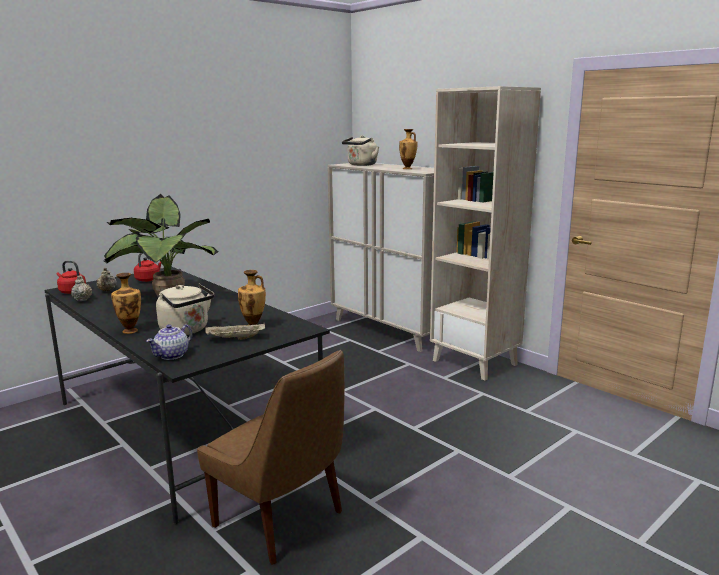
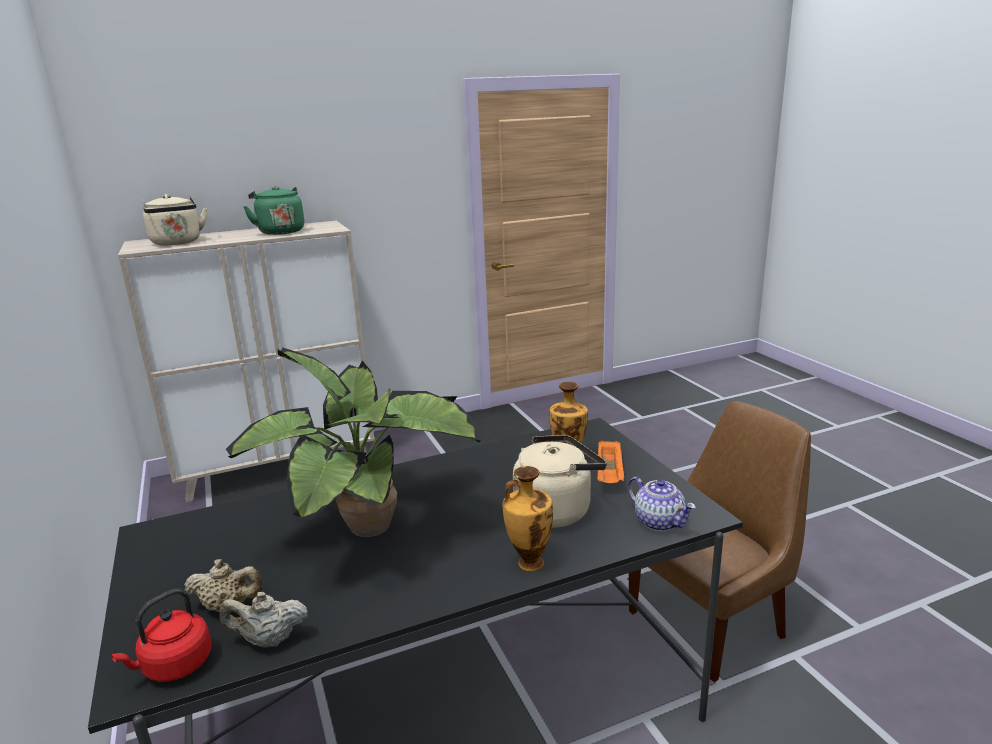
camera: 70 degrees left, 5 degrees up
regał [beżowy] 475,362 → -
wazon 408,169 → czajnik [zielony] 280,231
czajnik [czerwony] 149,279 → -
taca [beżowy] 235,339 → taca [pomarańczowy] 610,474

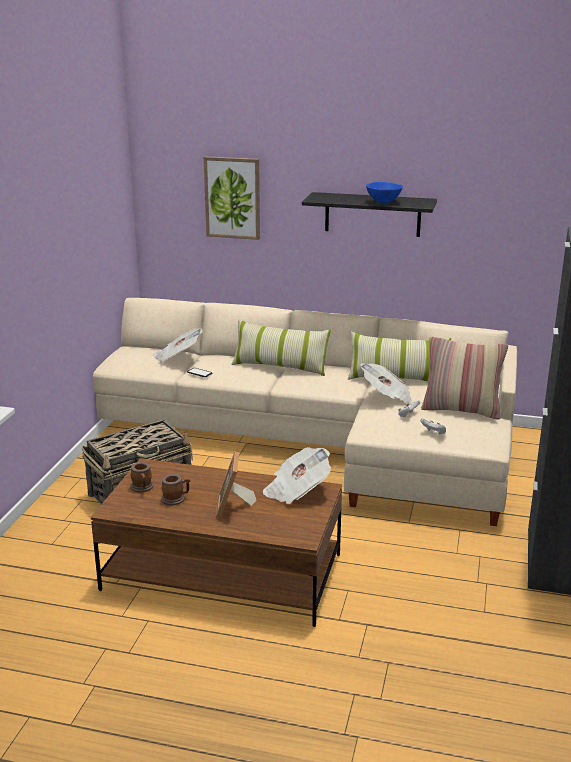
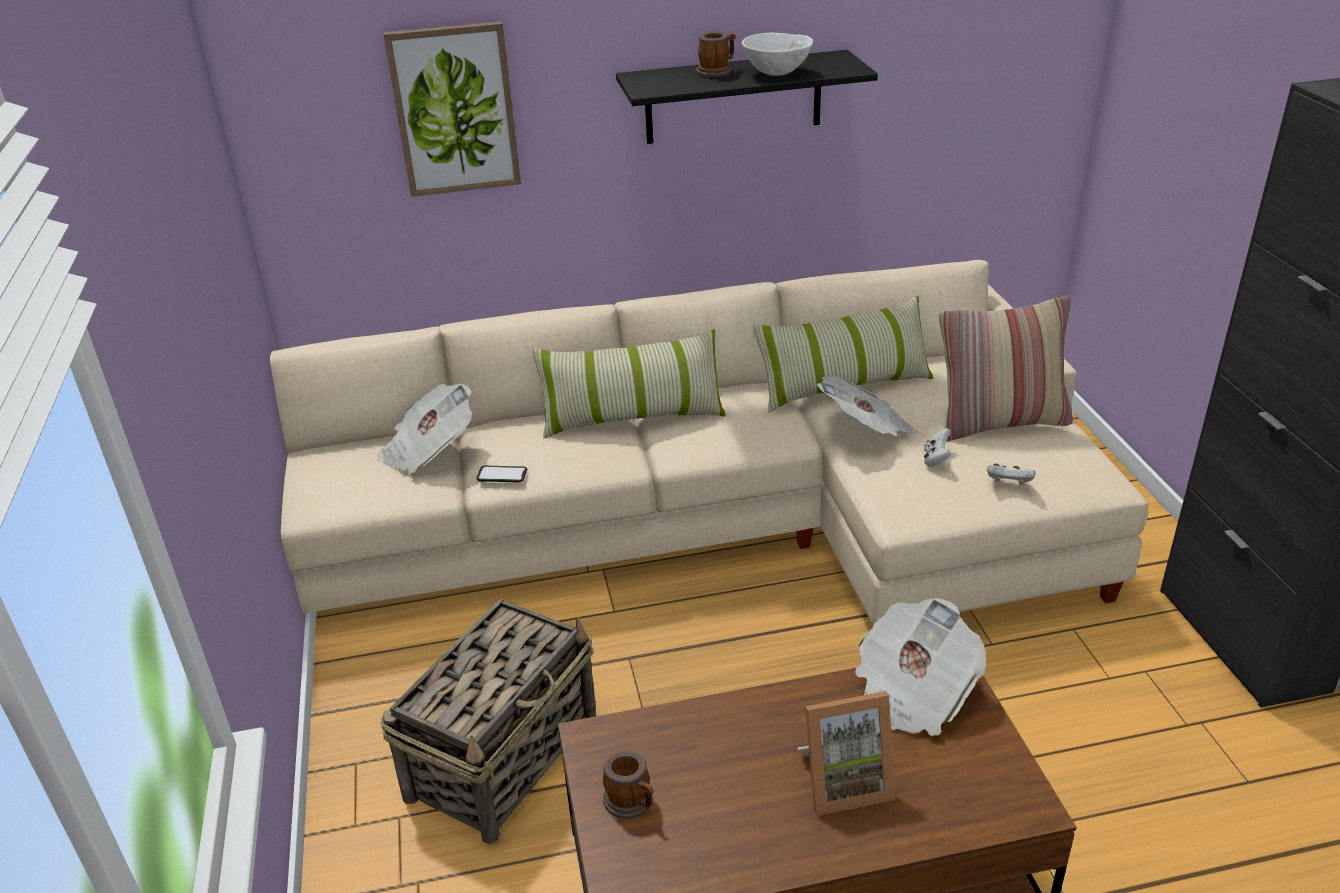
camera: 25 degrees left, 10 degrees up
miska [niebieski] 383,202 → miska [biały] 776,74
ramka na zdjęcie 233,508 → ramka na zdjęcie 844,782, 75 degrees counterclockwise
kubek 176,499 → kubek 717,71, moved

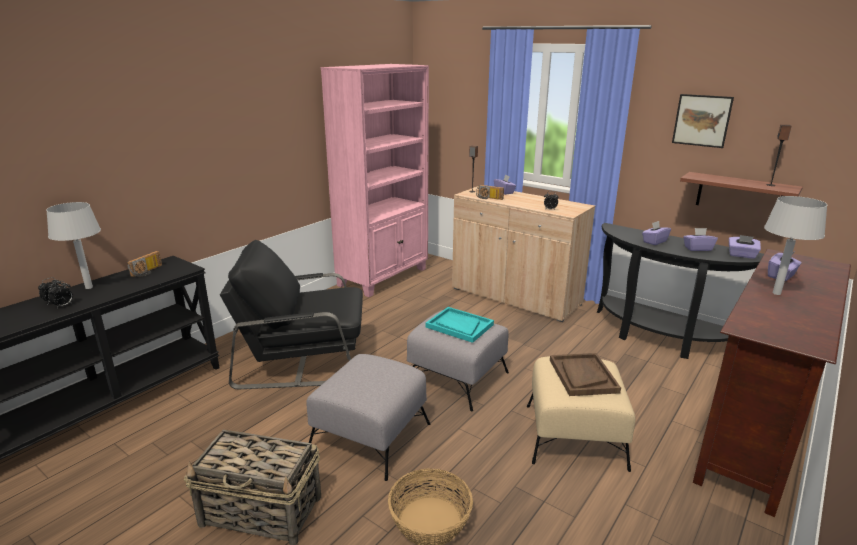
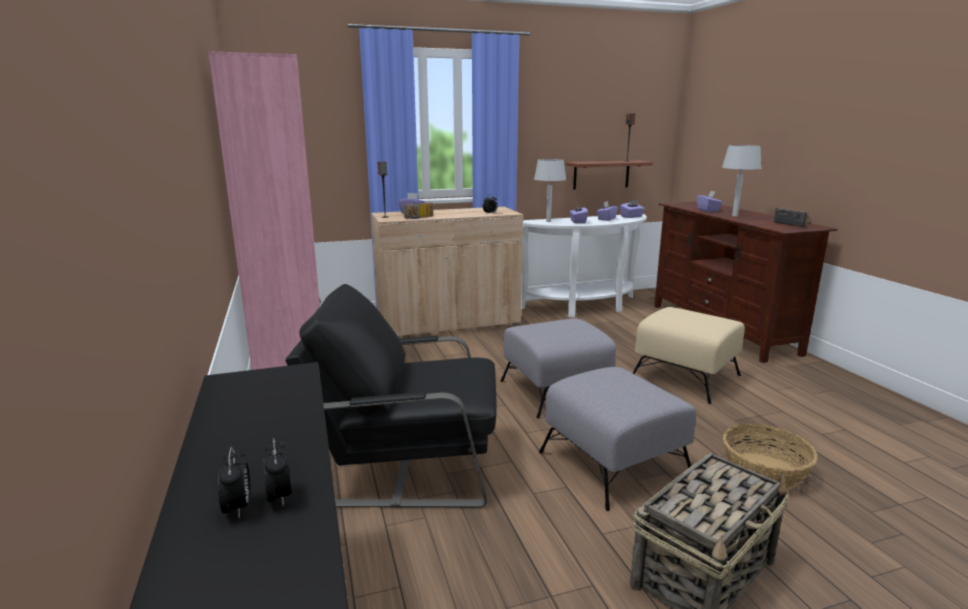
camera: 55 degrees left, 5 degrees down
obraz 701,120 → -
lampa stołowa [szary] 88,287 → lampa stołowa [szary] 548,221, moved
stolik konsolowy [czarny] 659,337 → stolik konsolowy [biały] 585,307
fotel [czarny] 303,359 → fotel [czarny] 405,461, 60 degrees clockwise
radio 148,271 → radio 792,224, moved
taca [turkusowy] 459,326 → -
taca [brązowy] 583,376 → -

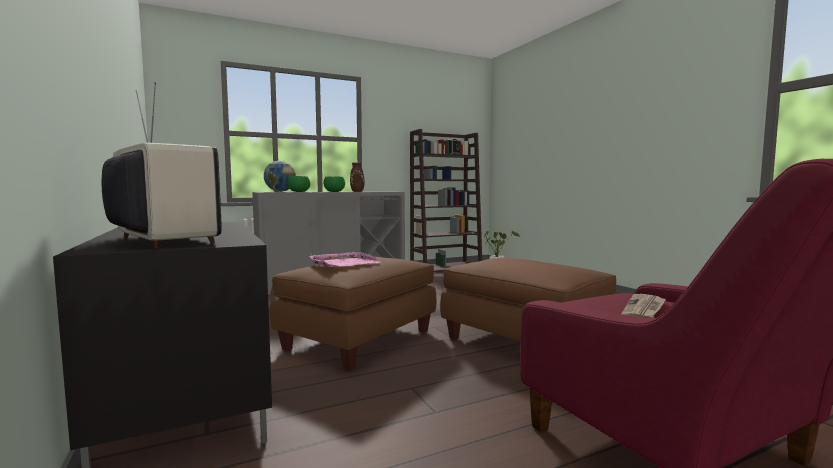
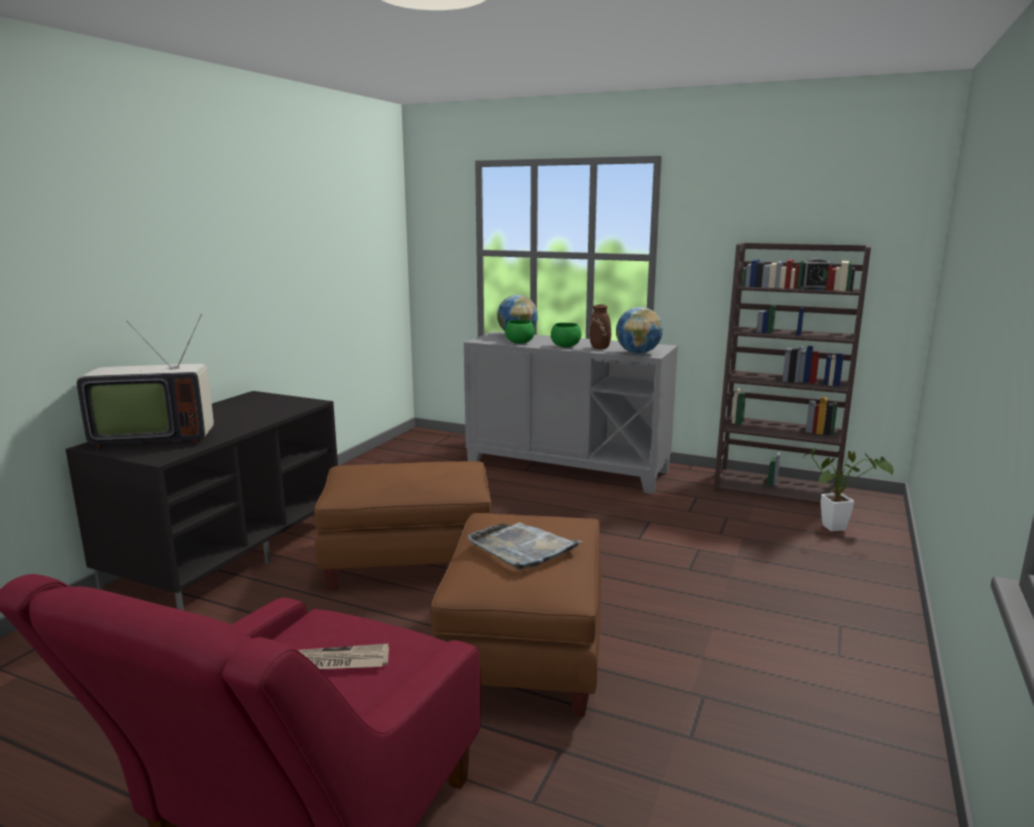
camera: 50 degrees right, 10 degrees up
telewizor 159,241 → telewizor 153,438, 75 degrees clockwise
taca [różowy] 344,263 → -
- → globus 638,353
- → taca [szary] 522,548

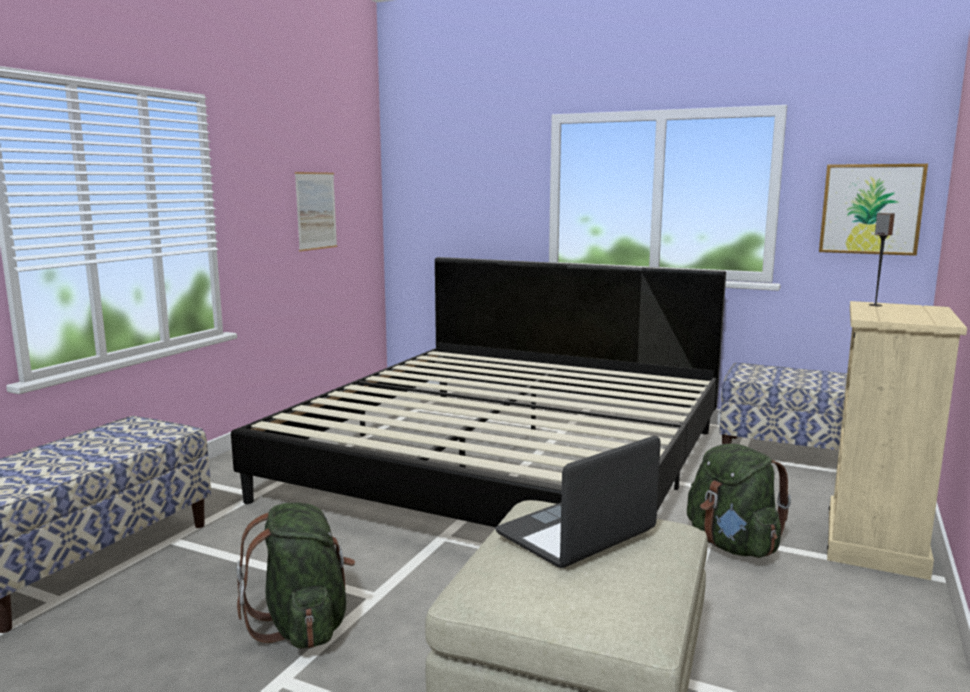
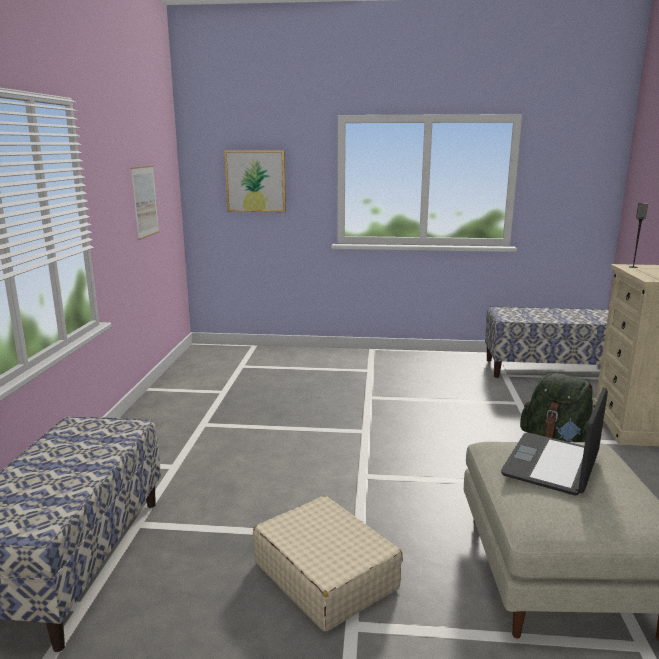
camera: 20 degrees left, 5 degrees up
obraz 871,209 → obraz 255,181, moved
łóżko 505,463 → -
plecak [zielony] 303,625 → walizka [beżowy] 325,575

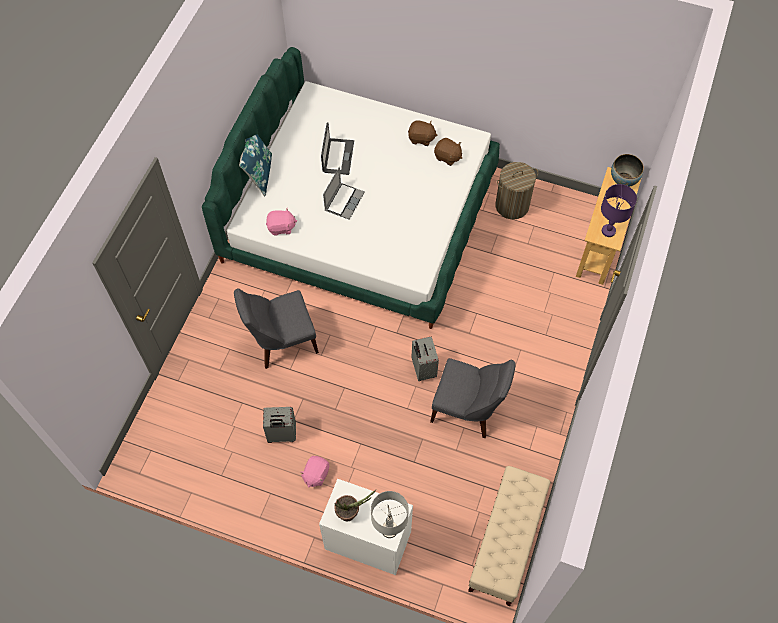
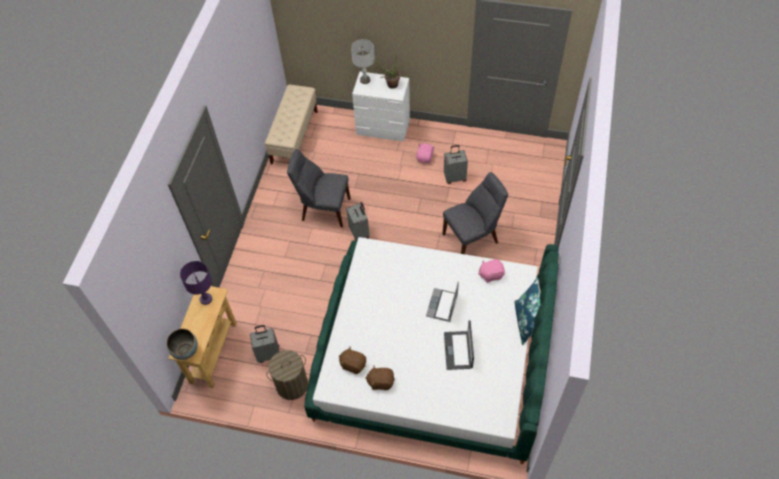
camera: 175 degrees right, 5 degrees down
- → walizka [szary] 268,353

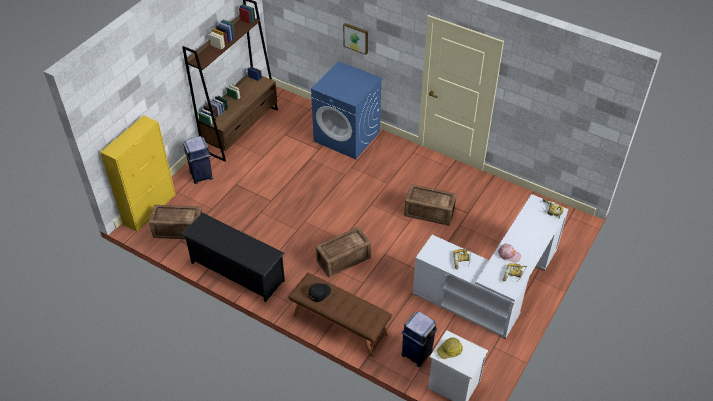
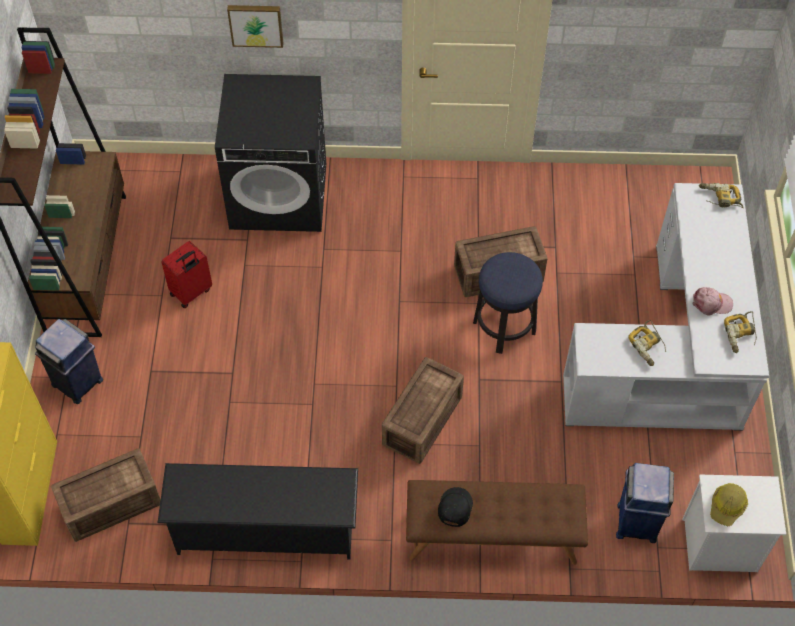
camera: 30 degrees left, 10 degrees up
pralka [niebieski] 347,136 → pralka [czarny] 279,195
- → walizka [czerwony] 191,292
- → stołek 504,327

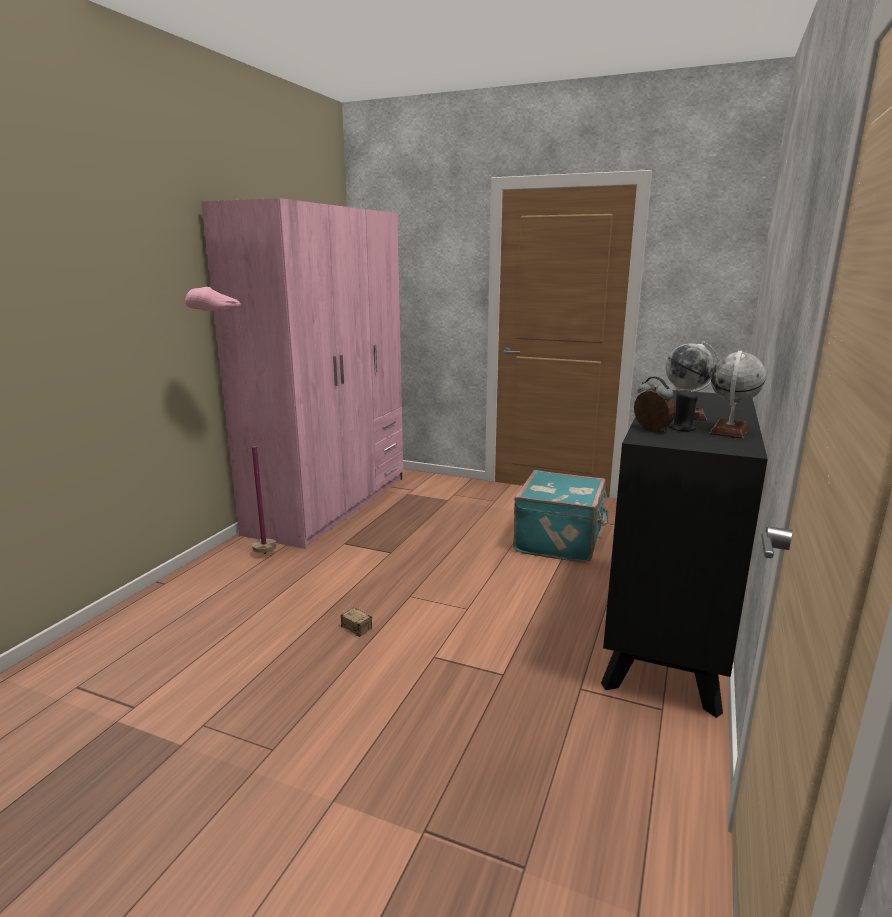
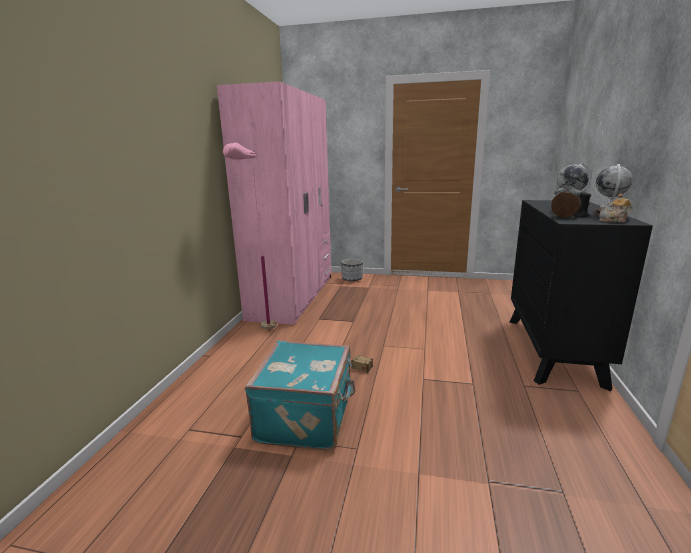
camera: 10 degrees left, 0 degrees up
walizka [turkusowy] 560,541 → walizka [turkusowy] 307,417, moved
- → imbryk 614,221
- → donica 352,279

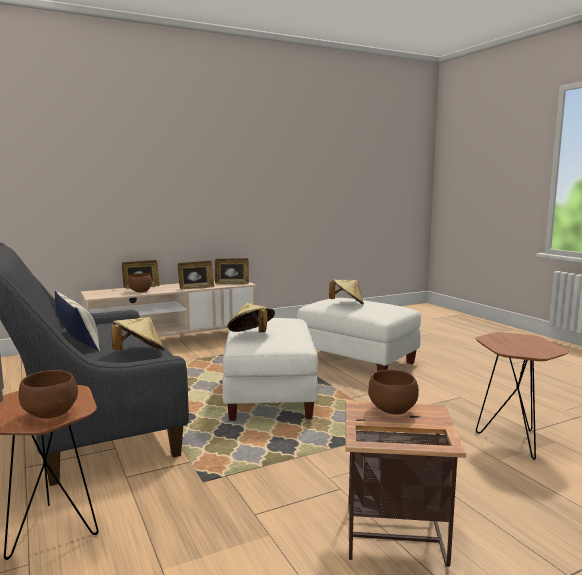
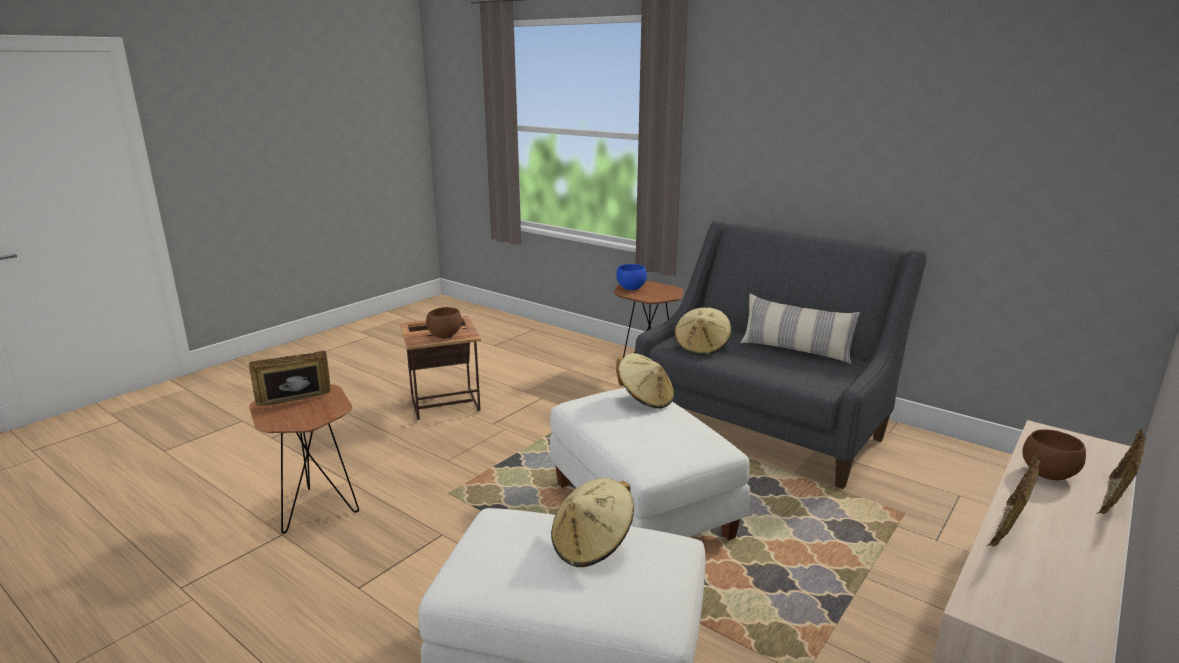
camera: 155 degrees right, 10 degrees up
ramka na zdjęcie 232,283 → ramka na zdjęcie 295,403, moved
miska [brązowy] 52,414 → miska [niebieski] 630,288

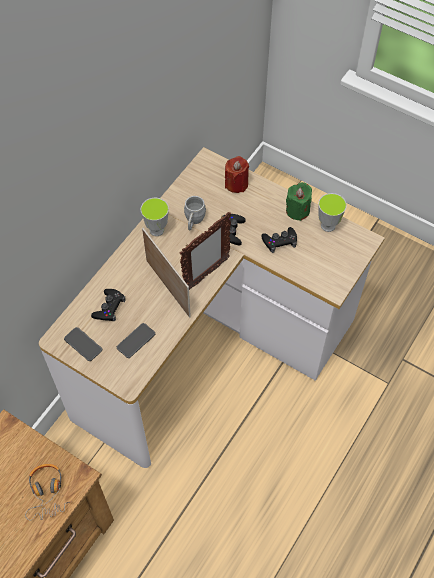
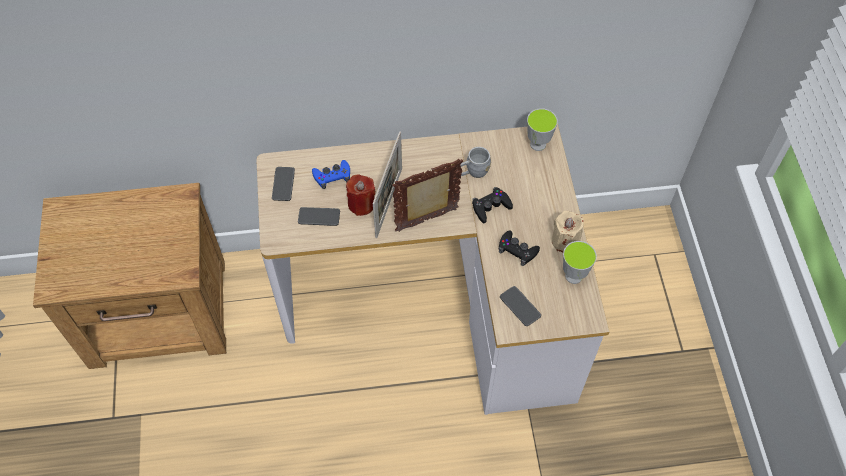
camera: 50 degrees right, 0 degrees up
świeca [czerwony] 236,184 → świeca [czerwony] 361,204, moved
świeca [zielony] 297,210 → świeca [beżowy] 565,241
filiżanka 156,230 → filiżanka 538,144, moved
ramka na zdjęcie 206,275 → ramka na zdjęcie 427,220, 150 degrees clockwise
pad do gier [czarny] 109,307 → pad do gier [niebieski] 332,176
słuchawki 47,493 → -
- → telefon 520,306

